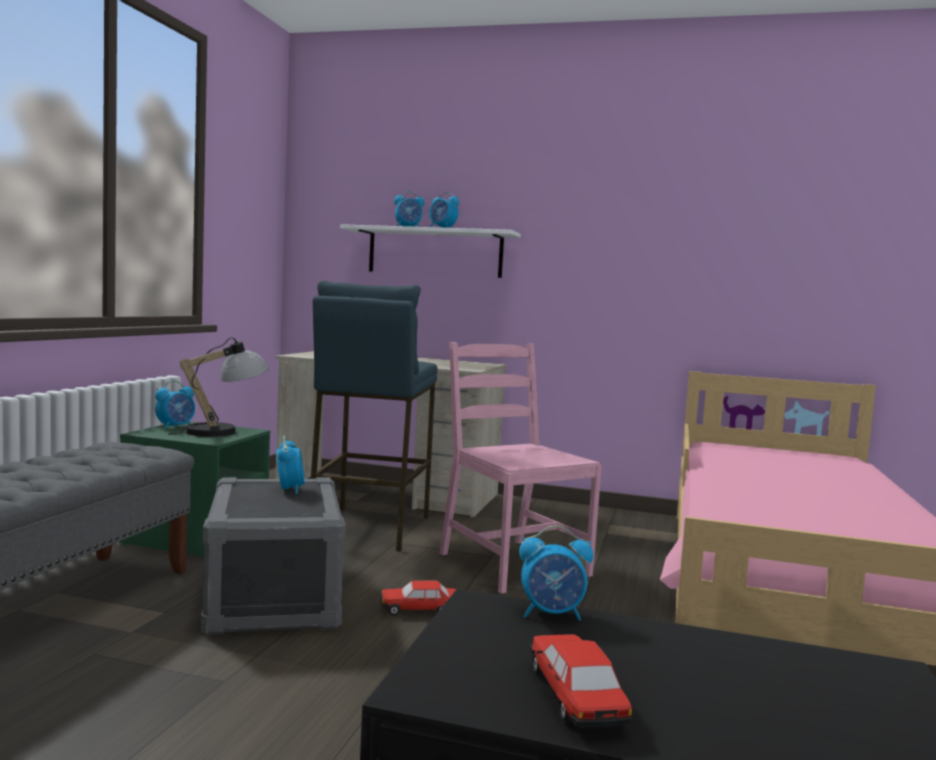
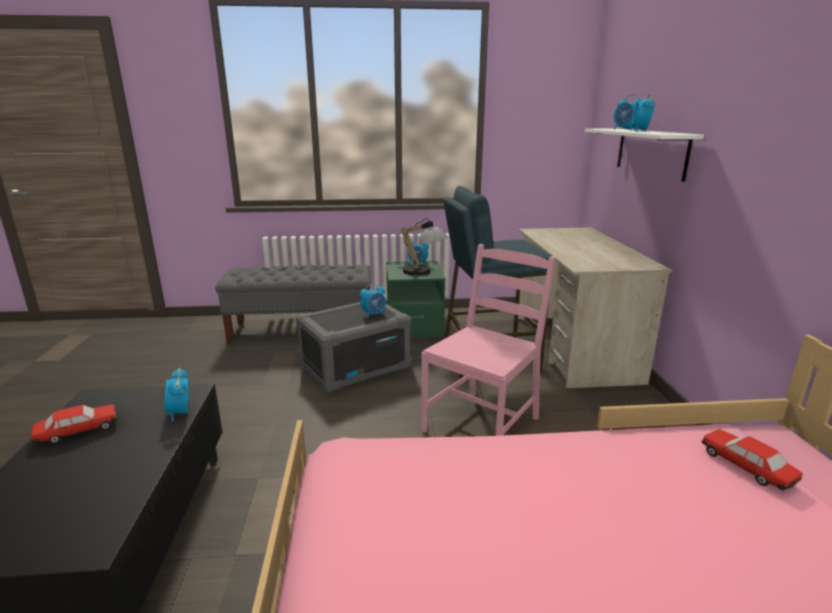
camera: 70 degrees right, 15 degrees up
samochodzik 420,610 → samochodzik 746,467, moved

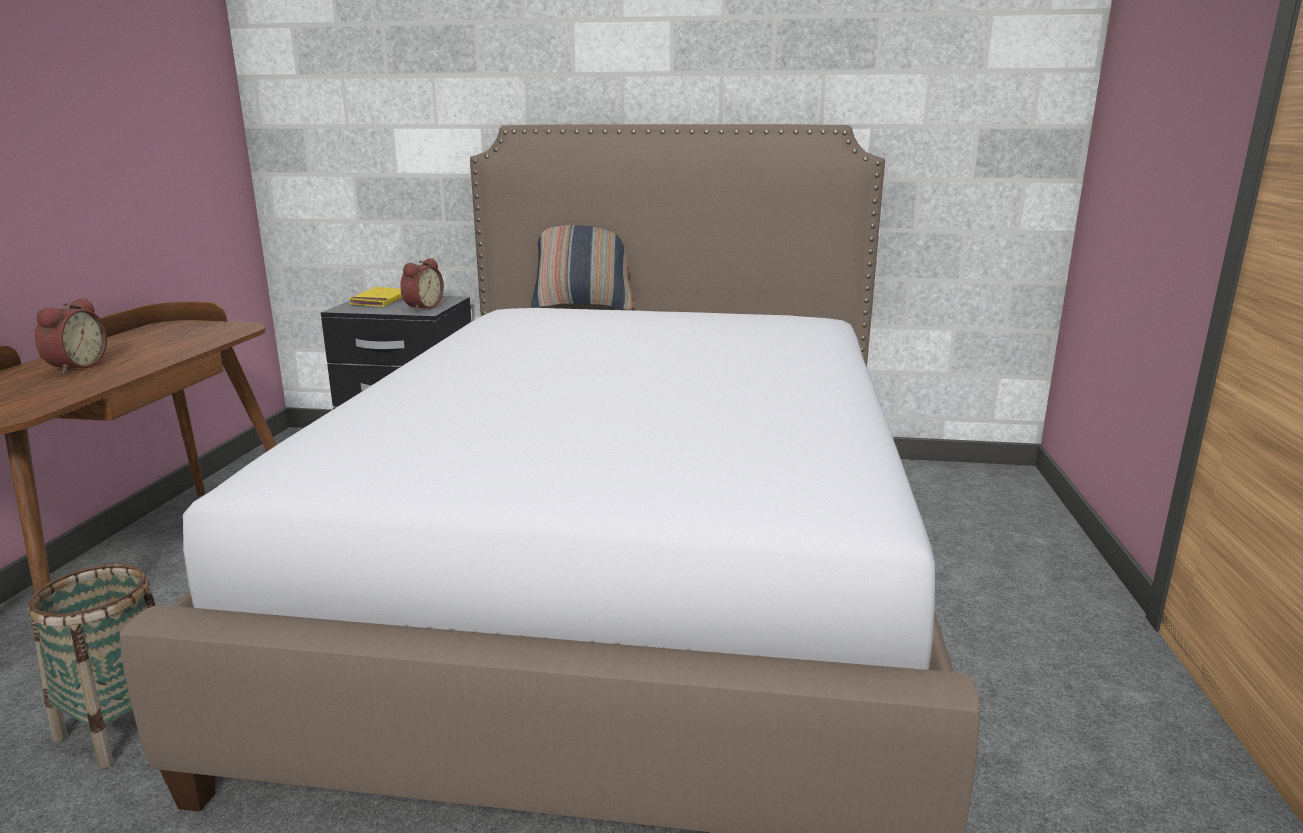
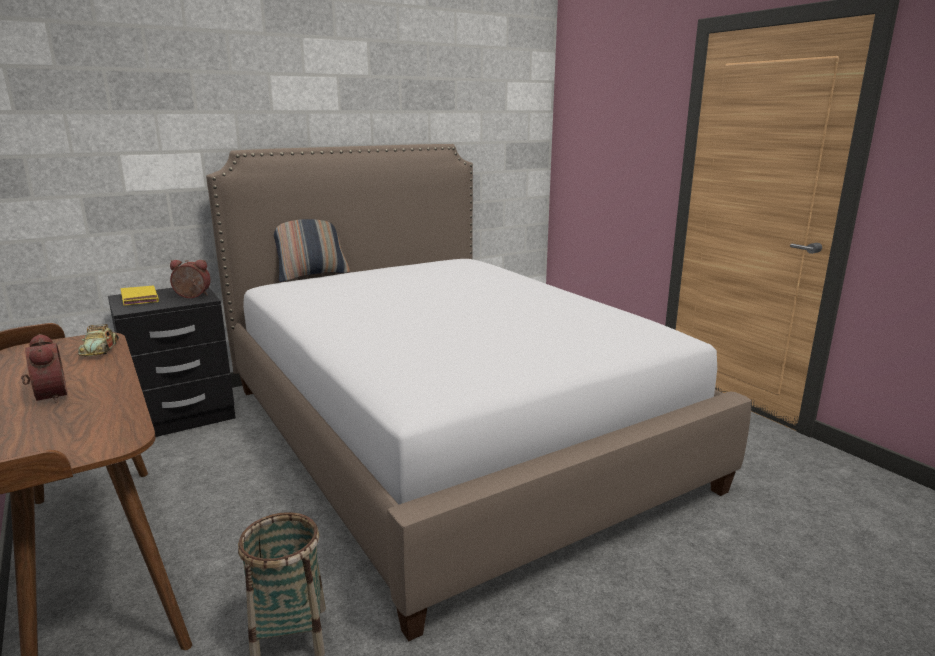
camera: 40 degrees left, 0 degrees up
budzik 421,307 → budzik 192,296, 75 degrees counterclockwise
- → samochodzik 100,349

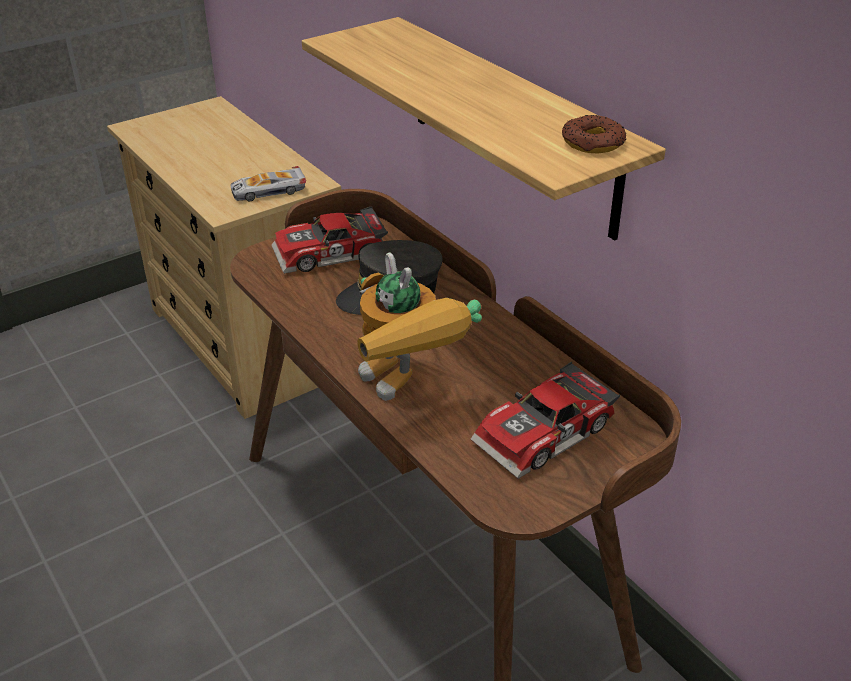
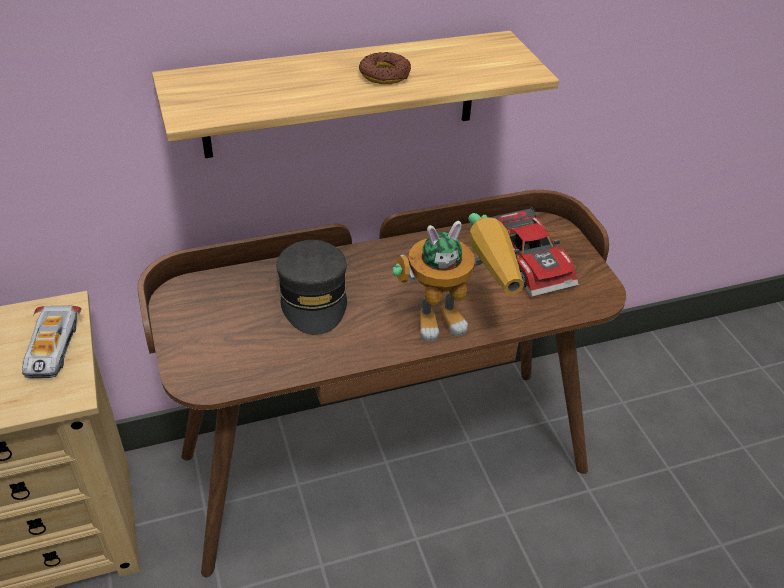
camera: 75 degrees left, 5 degrees up
donut 593,142 → donut 385,75, moved
samochodzik 330,254 → -

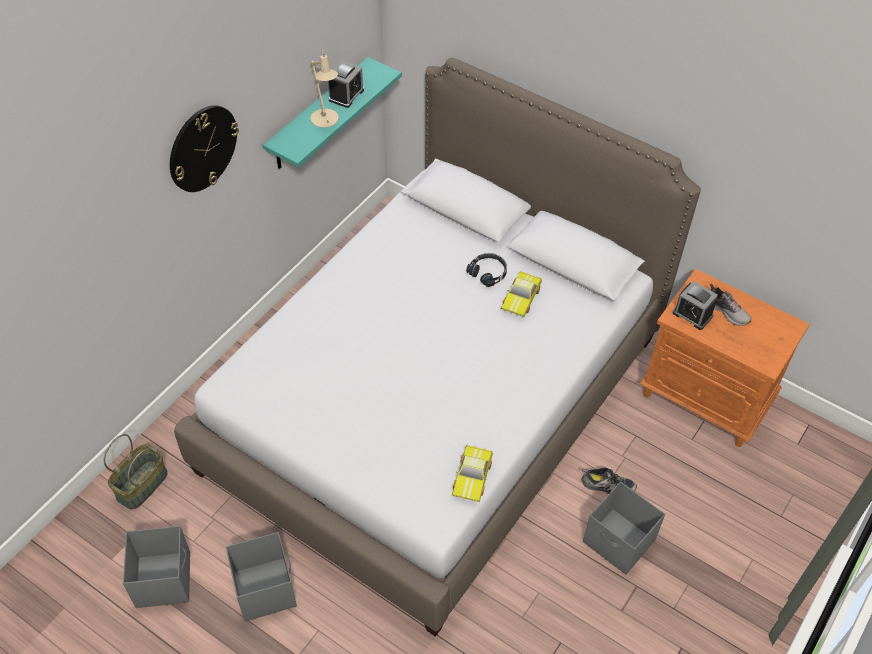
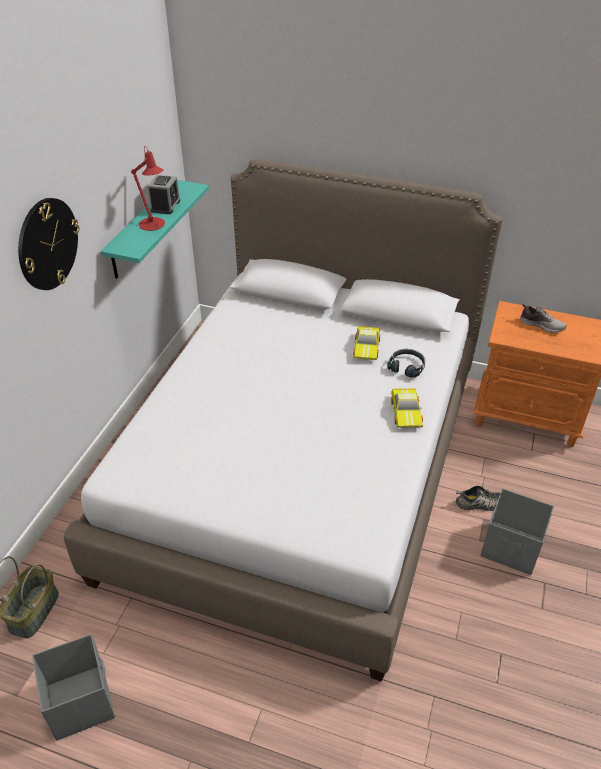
camera: 15 degrees left, 10 degrees down
lampa stołowa [beżowy] 326,120 → lampa stołowa [czerwony] 154,225
słuchawki [czarny] 488,272 → słuchawki [czarny] 407,366, moved
budzik 692,314 → -
samochodzik 473,477 → samochodzik 407,412, moved
pojemnik do przechowywania [szary] 265,588 → -

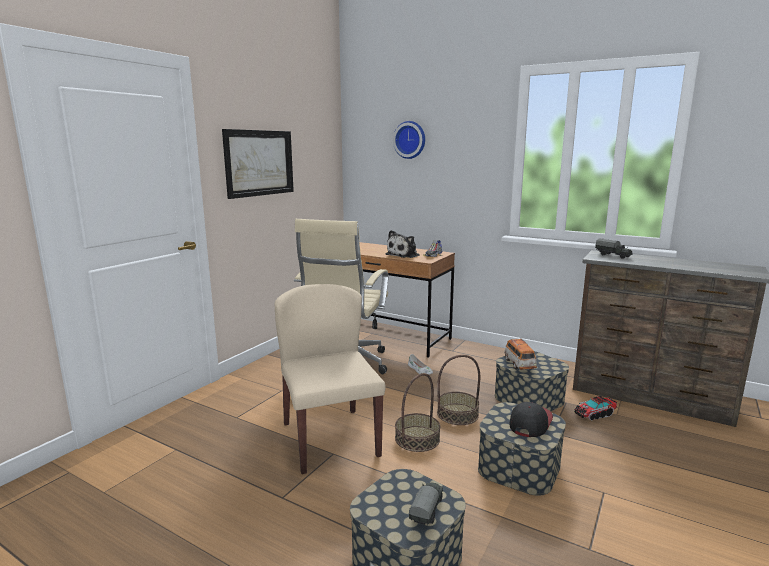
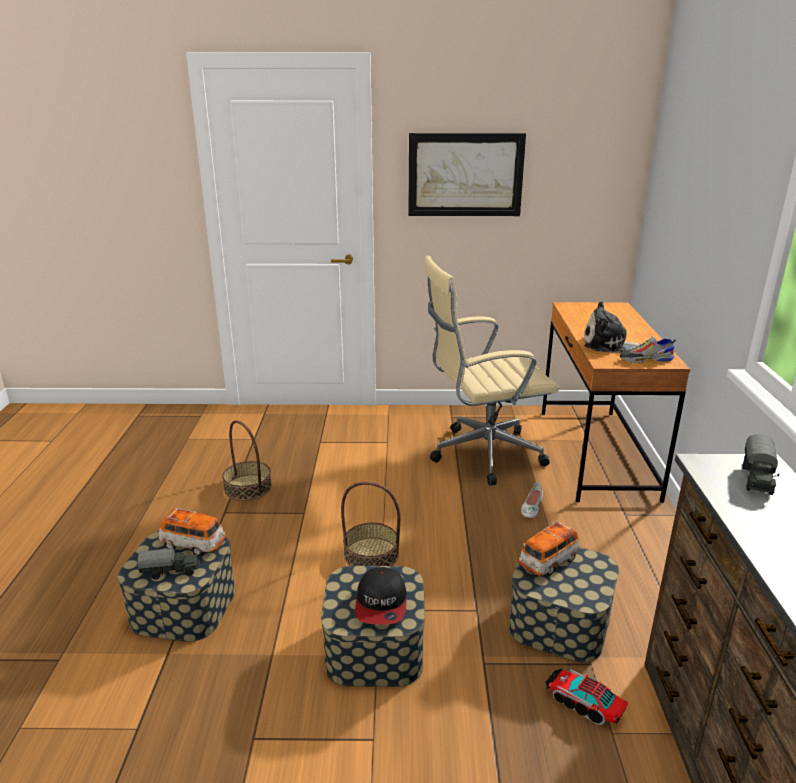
camera: 60 degrees right, 10 degrees up
zegar ścienny 410,140 → -
krzesło [beżowy] 329,438 → -
koszyk 457,414 → koszyk 248,487, moved
czapka z daszkiem 530,422 → czapka z daszkiem 381,603, 90 degrees clockwise
- → samochodzik 193,545

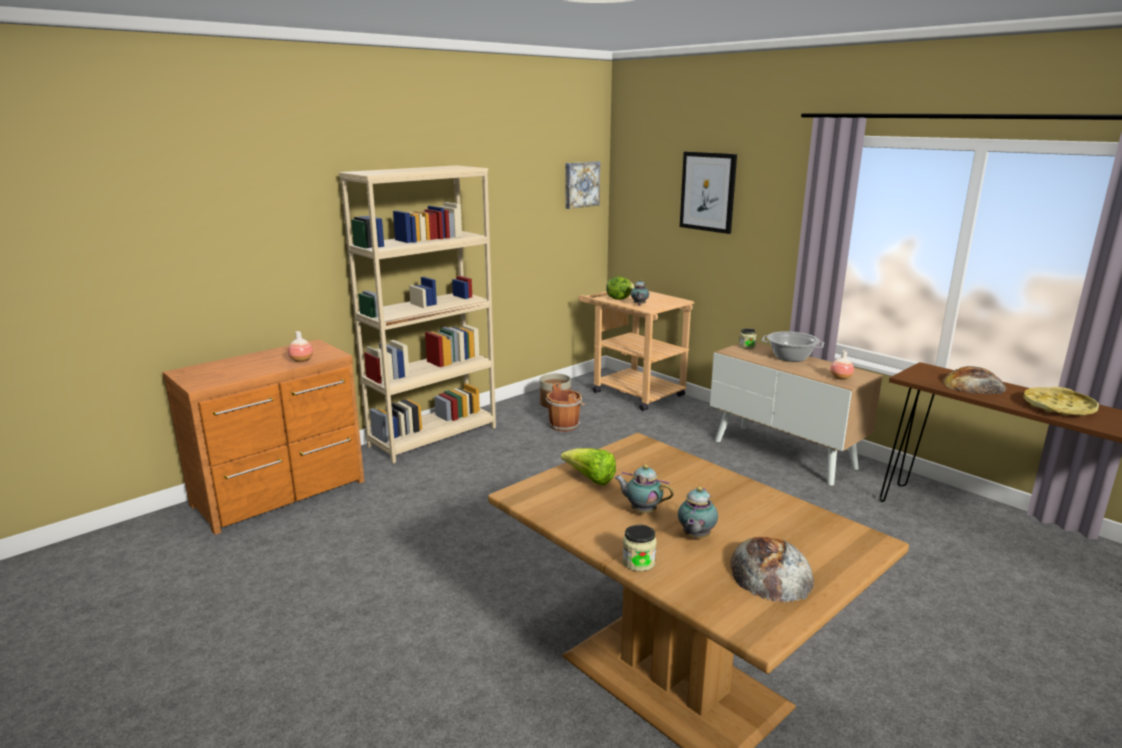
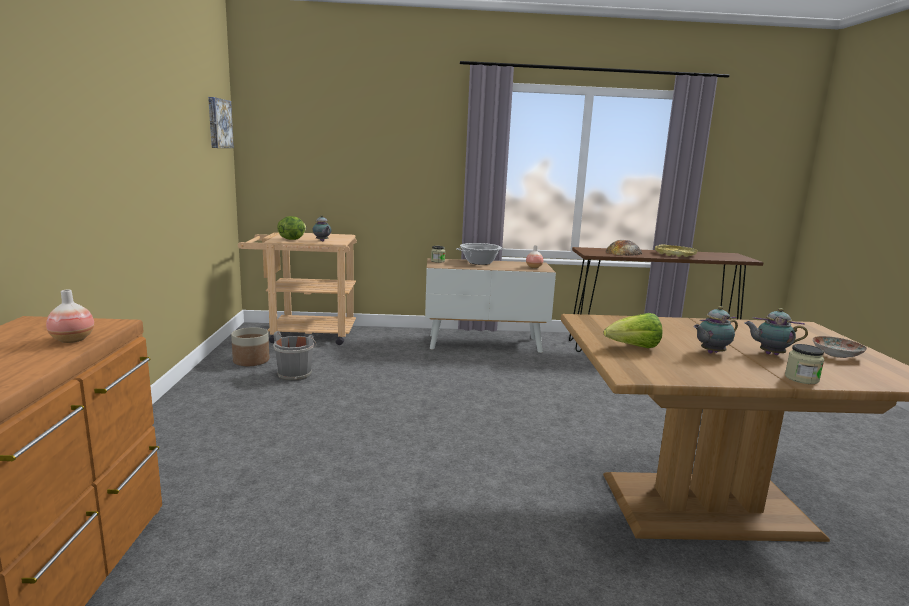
camera: 50 degrees left, 5 degrees down
obraz 708,192 → -
regał [beżowy] 433,436 → -
wiadro [brązowy] 565,425 → wiadro [szary] 295,374
imbryk 695,537 → imbryk 769,354, 135 degrees clockwise
chleb 770,571 → talerz 837,354

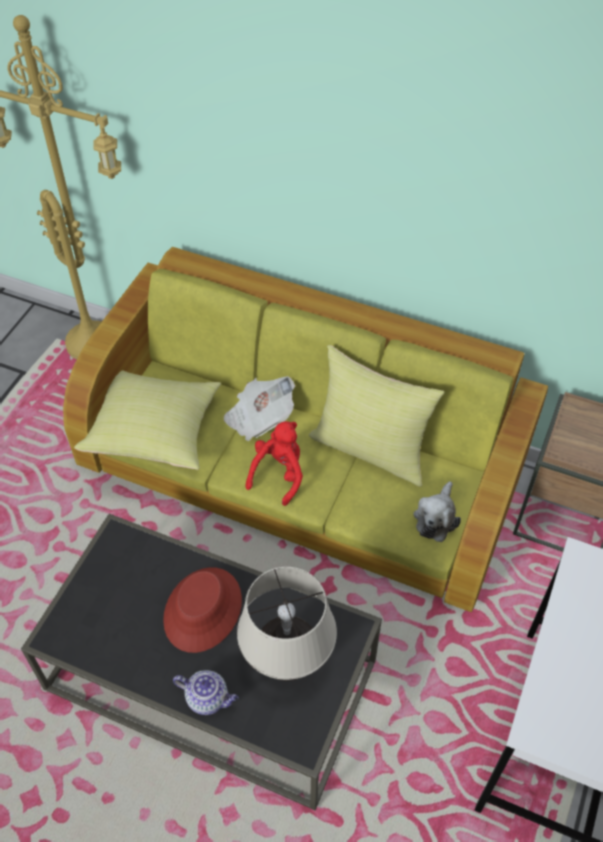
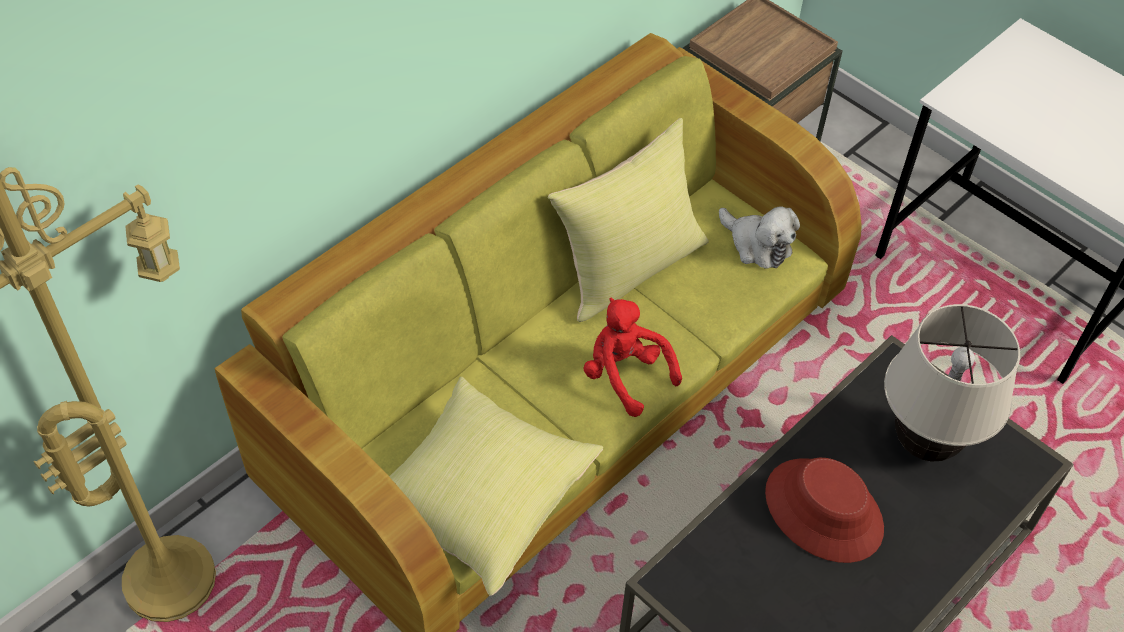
camera: 70 degrees left, 0 degrees up
gazeta 259,417 → -
imbryk 208,698 → -

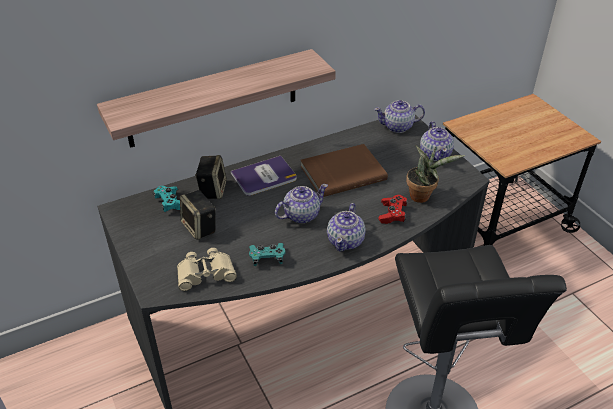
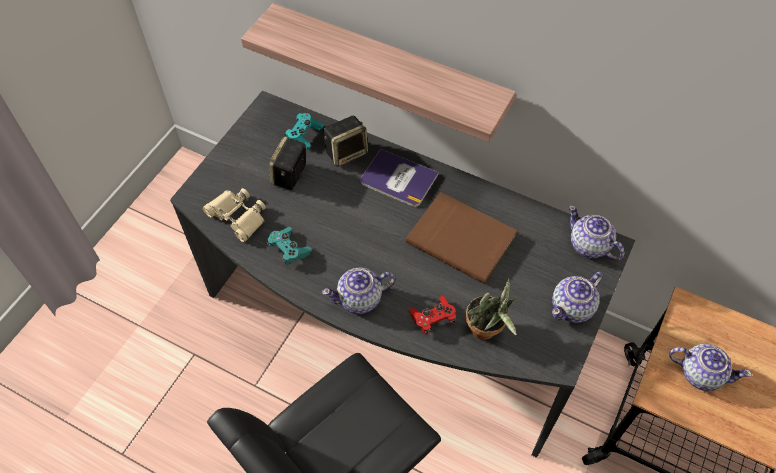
camera: 55 degrees right, 15 degrees up
imbryk 301,215 → imbryk 700,373, moved

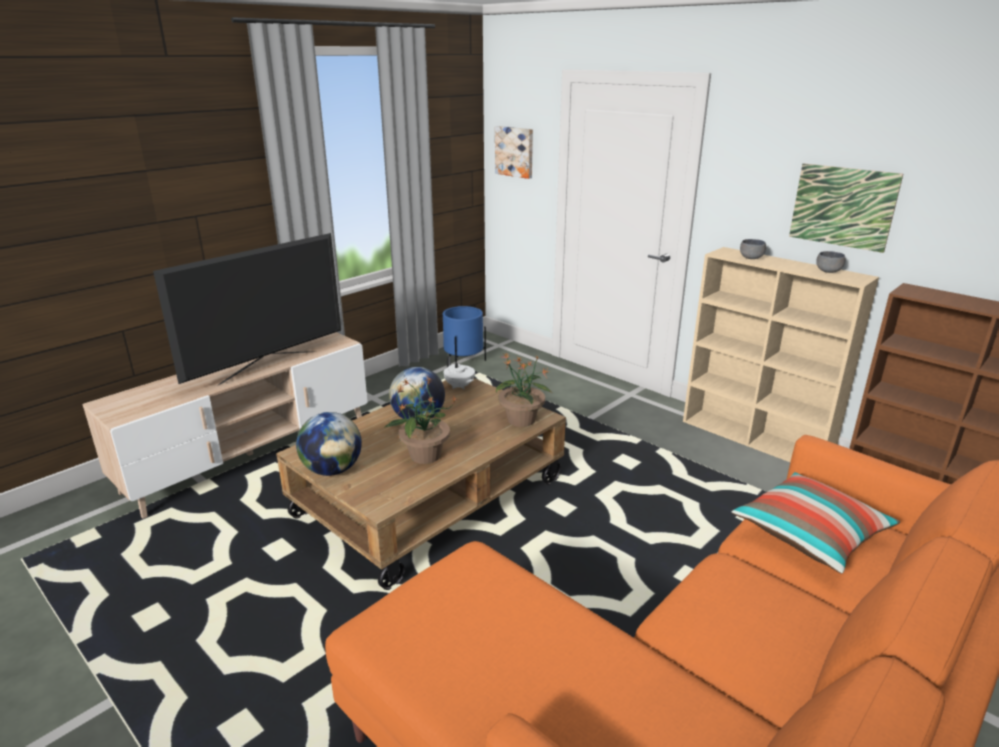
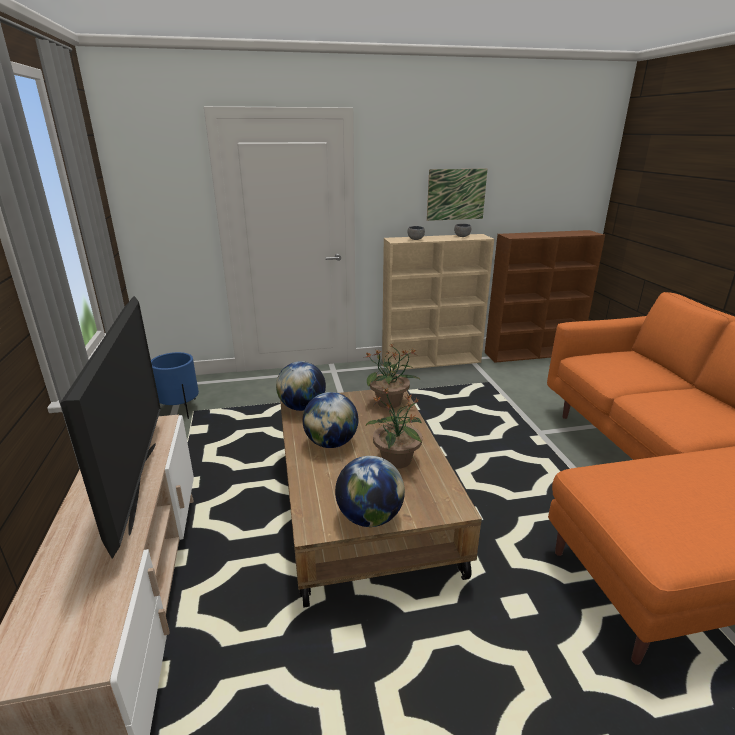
camera: 55 degrees left, 0 degrees up
obraz 515,151 → -
imbryk [biały] 459,386 → globus 302,407
poduszka 810,534 → -

